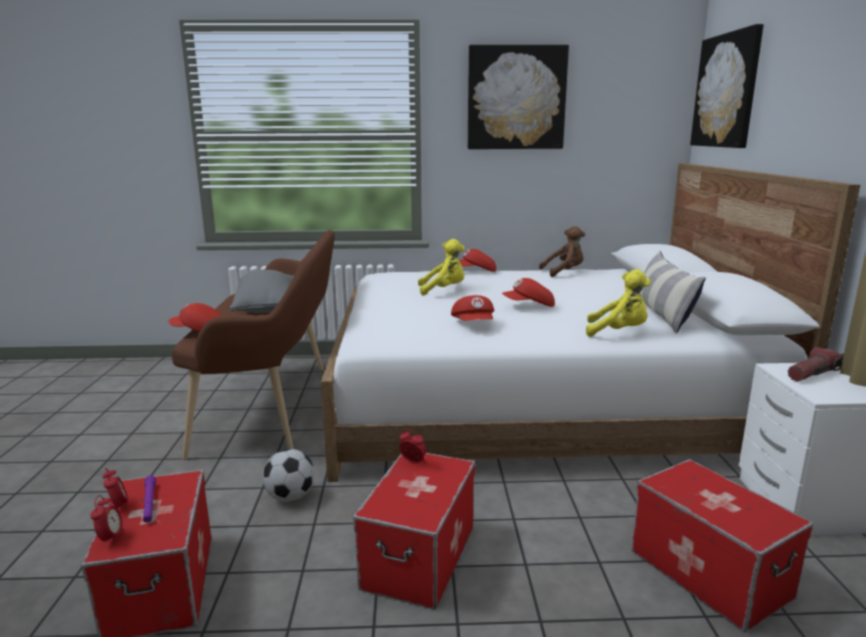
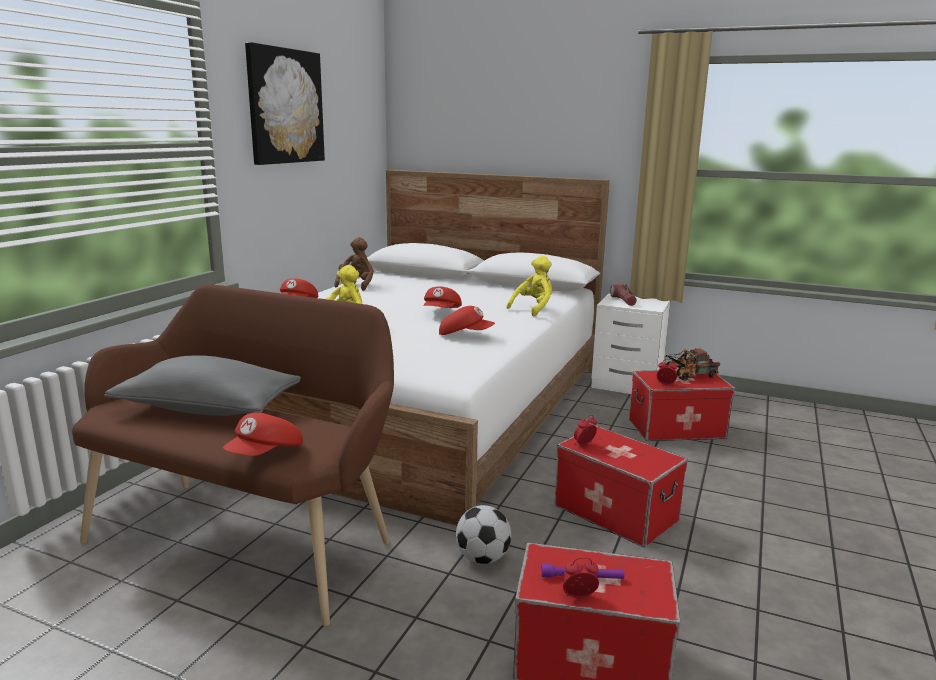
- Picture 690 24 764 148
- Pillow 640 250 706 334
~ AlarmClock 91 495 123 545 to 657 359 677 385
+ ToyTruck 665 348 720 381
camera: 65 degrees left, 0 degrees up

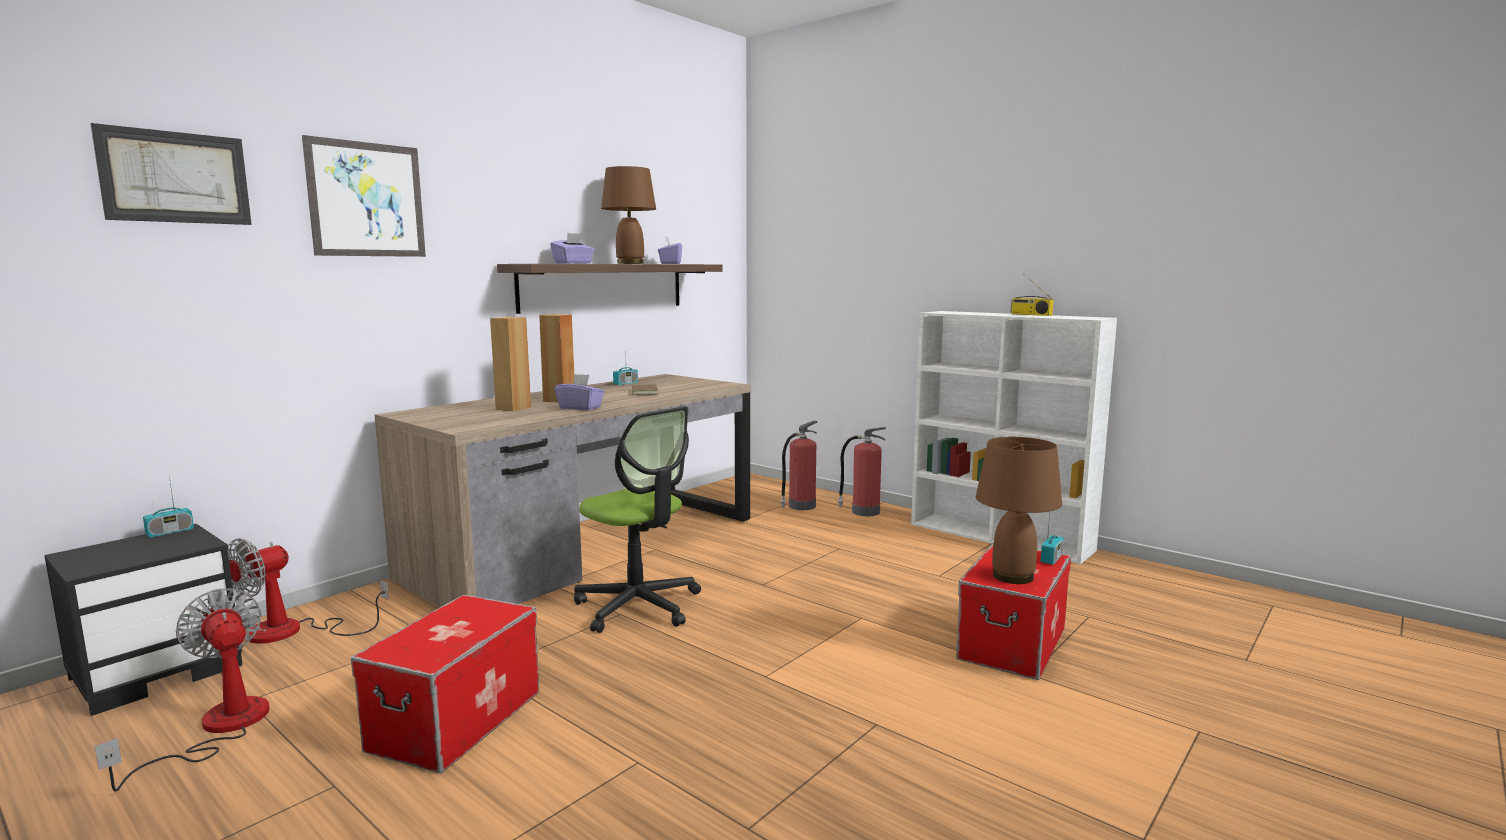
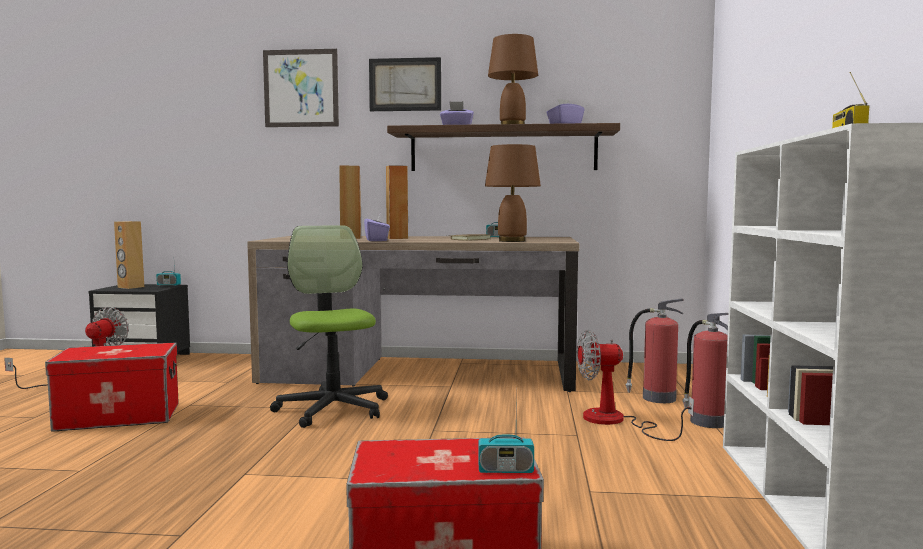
~ Picture 91 123 252 225 to 369 57 441 111
~ OfficeChair 574 406 701 633 = 270 225 388 428 150 degrees clockwise
~ BrownTableLamp 976 437 1062 584 to 485 144 541 242
~ Fan 228 538 389 644 to 577 330 694 441
+ BrownSpeaker 114 221 144 289
camera: 55 degrees right, 5 degrees down

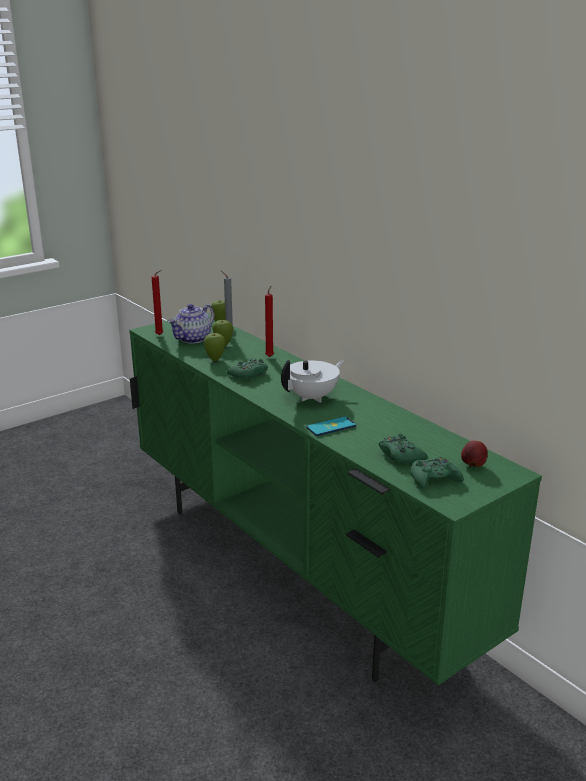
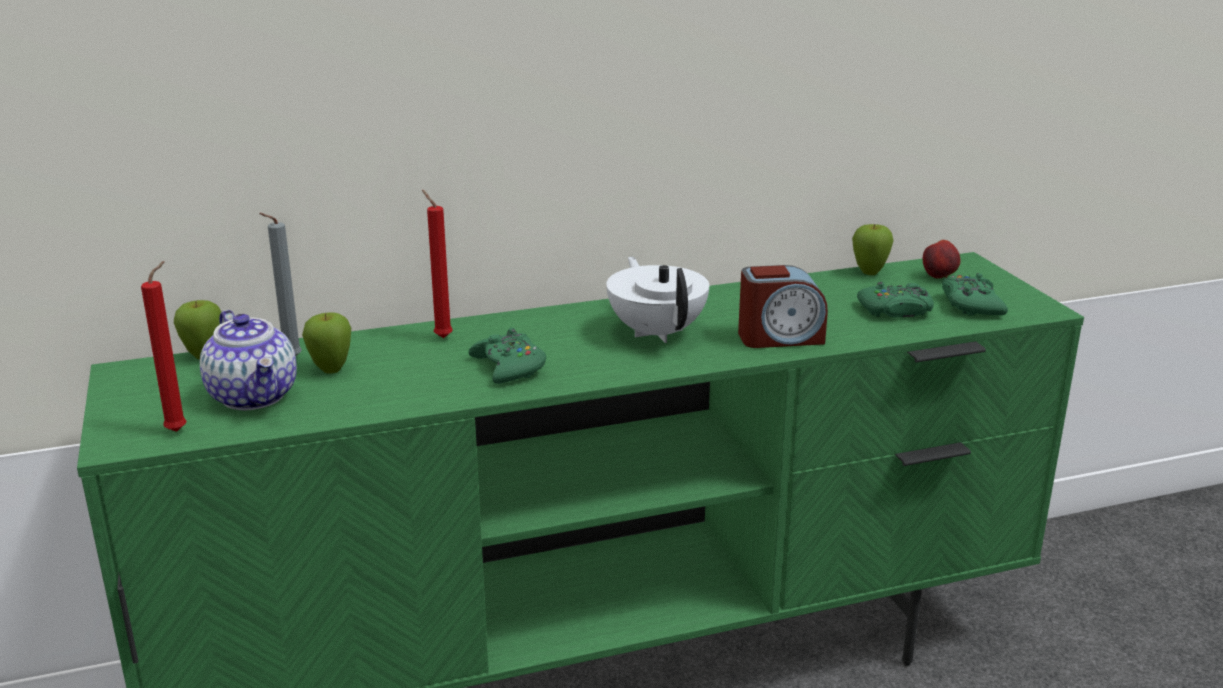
~ Apple 204 333 225 361 to 852 224 894 275
~ Phone 307 417 356 436 to AlarmClock 738 265 828 348
camera: 70 degrees left, 0 degrees up

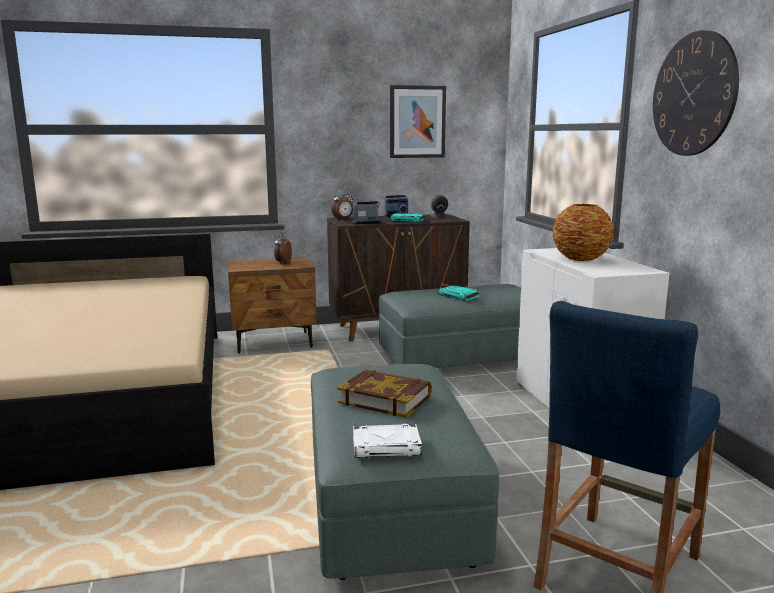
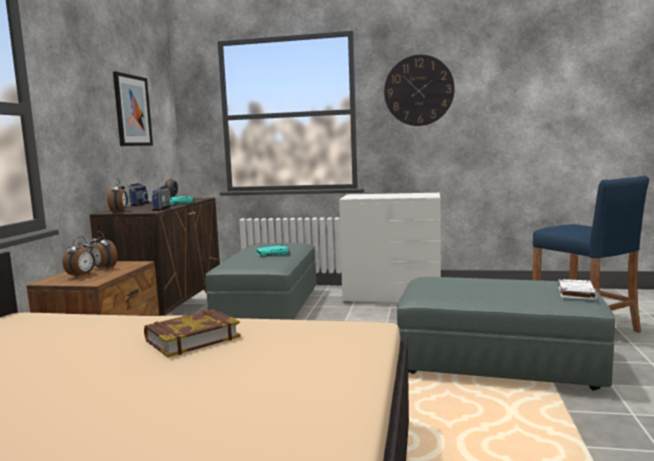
- Vase 552 204 614 261
~ Book 337 370 432 418 to 144 309 241 357
+ AlarmClock 63 237 95 278
camera: 65 degrees left, 5 degrees down

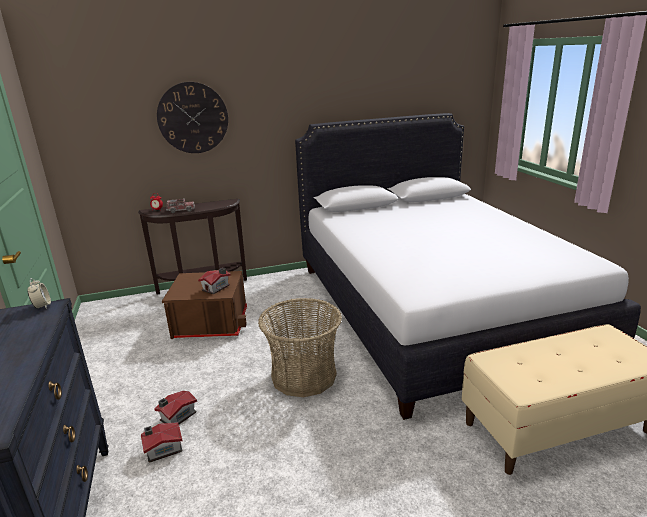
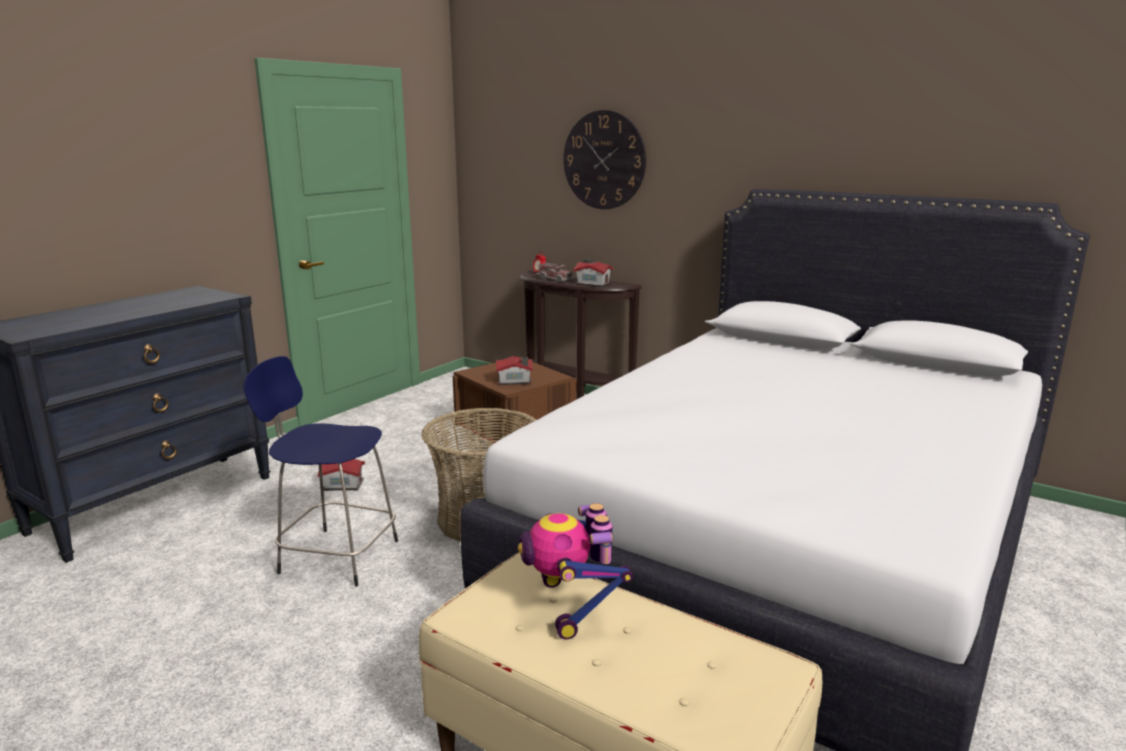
- AlarmClock 27 278 51 309
~ ToyHouse 141 422 183 463 to 573 258 614 287
+ BlueStool 244 356 398 587
+ ToyRobot 518 503 633 639
camera: 50 degrees right, 5 degrees down

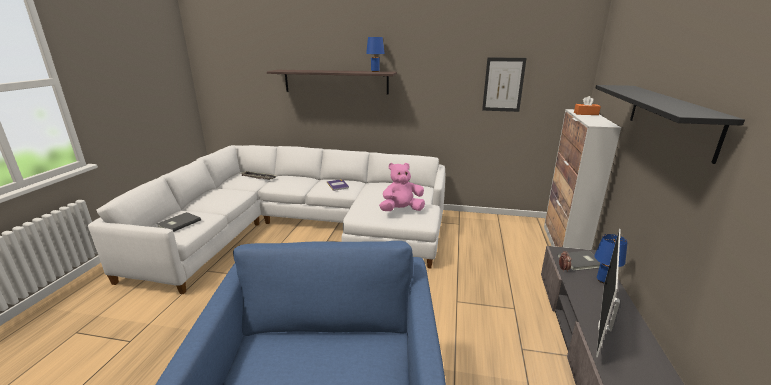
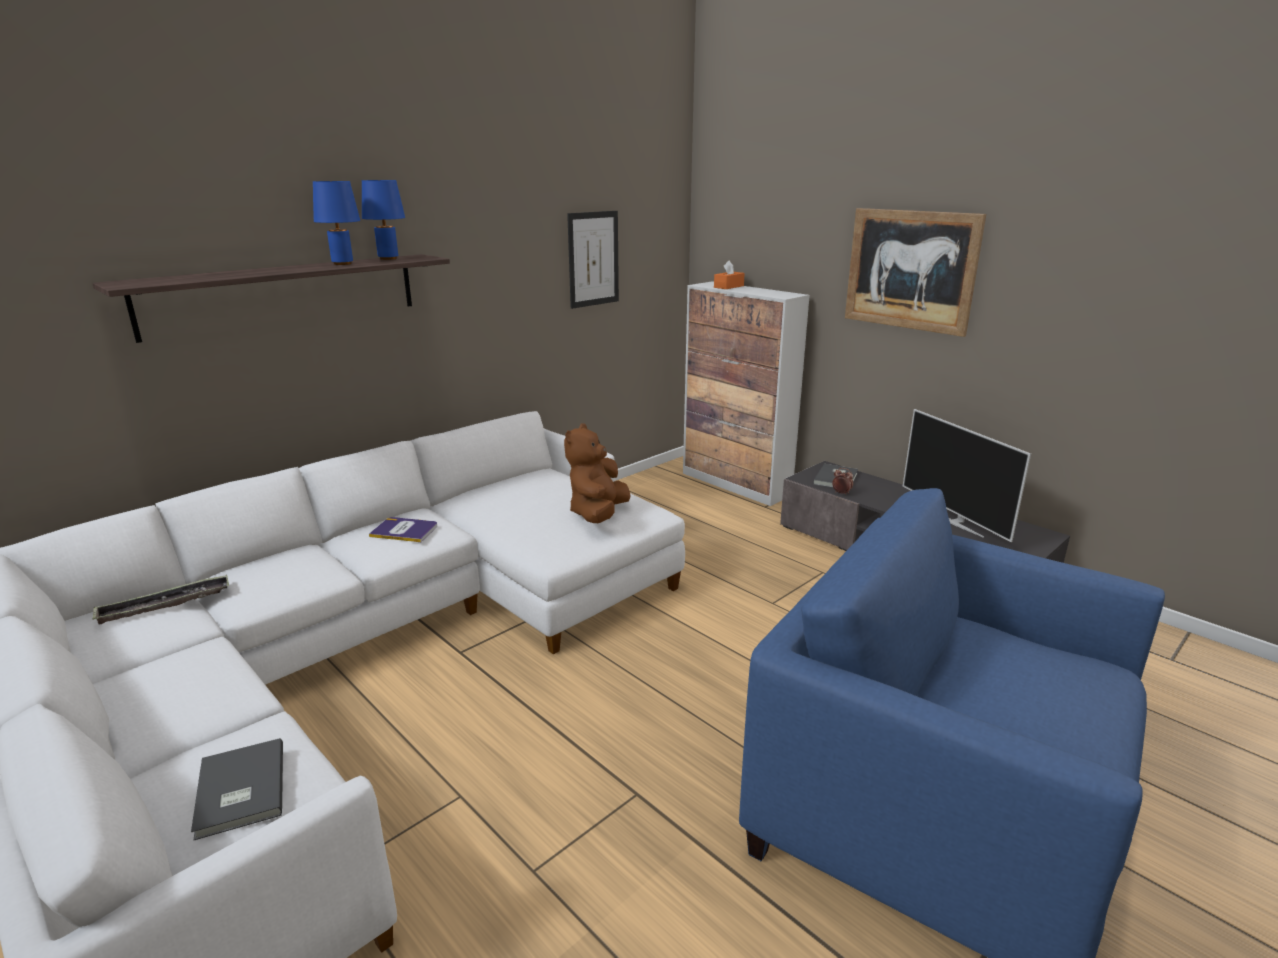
~ BlackShelf 595 85 745 164 to Picture 845 208 986 337
~ PinkPlushToy 379 163 425 211 to BrownPlushToy 564 423 631 523
~ BlueTableLamp 594 234 628 283 to 313 181 360 265
camera: 55 degrees left, 0 degrees up

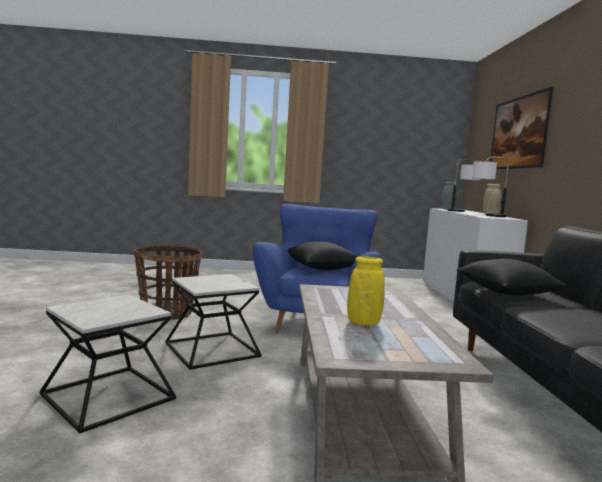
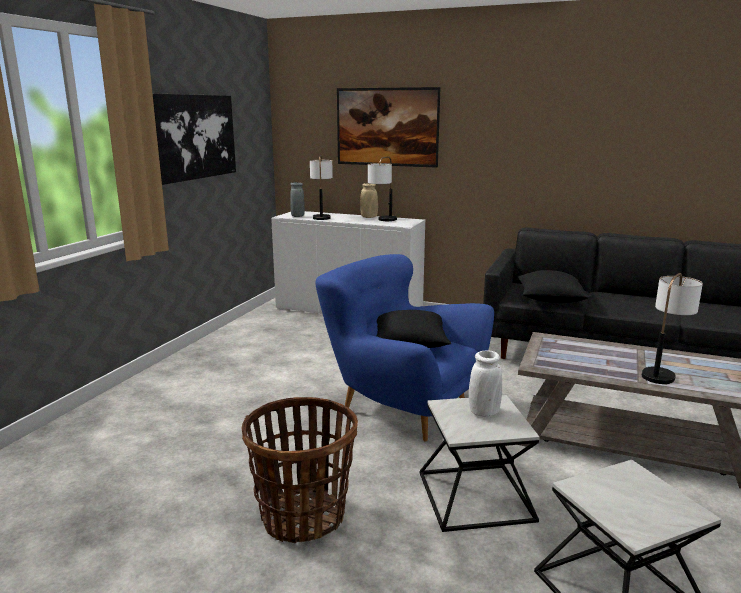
~ YellowVase 347 256 385 326 to TableLamp 642 273 703 384
+ Picture 153 93 236 185
+ WhiteVase 469 350 502 417
camera: 65 degrees left, 10 degrees up

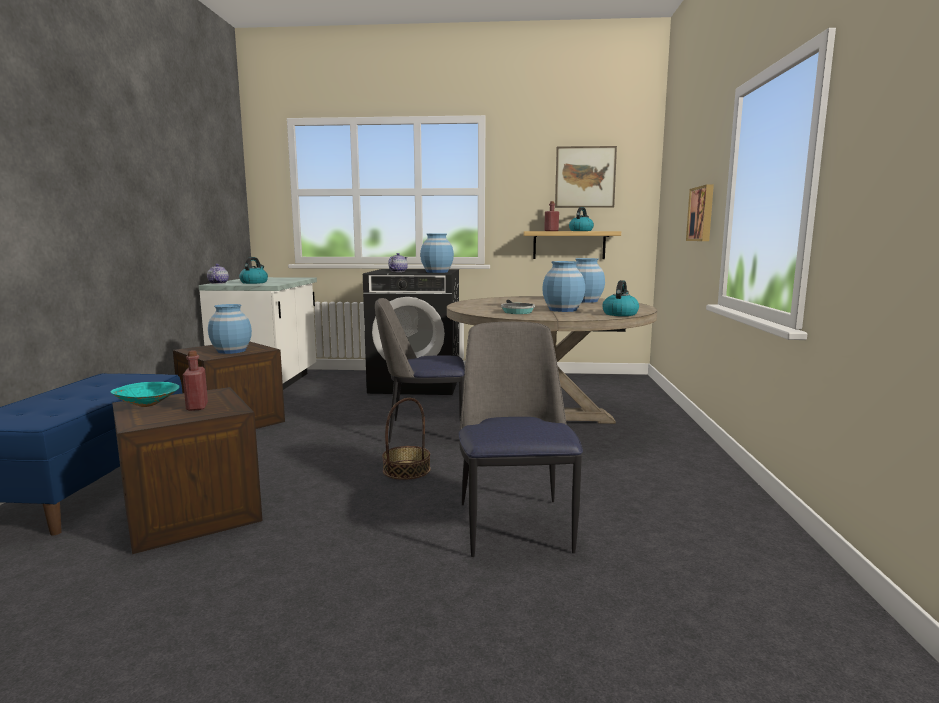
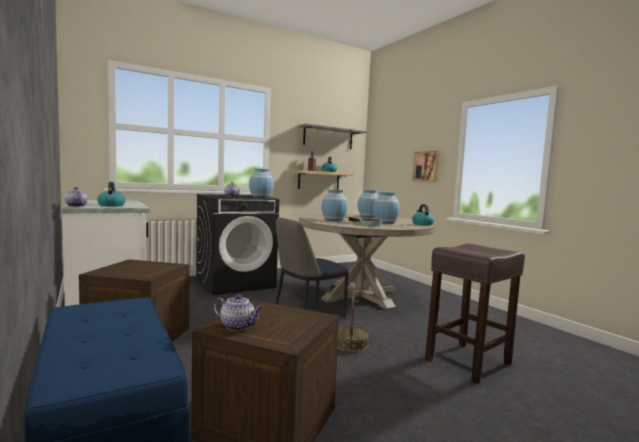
~ Picture 555 146 617 208 to GreyShelf 298 123 367 149
~ BlueVase 208 304 252 354 to 321 189 348 221
~ Chair 458 322 583 557 to BrownStool 425 244 525 383
- RedBottle 183 350 208 411
~ TurquoiseBowl 111 382 180 407 to Teapot 213 294 264 331
camera: 35 degrees left, 5 degrees down

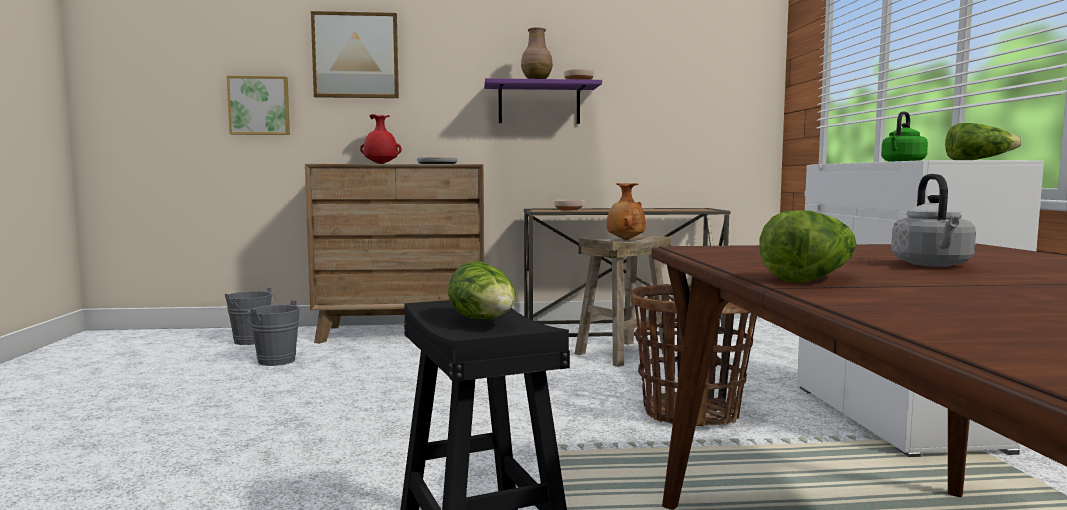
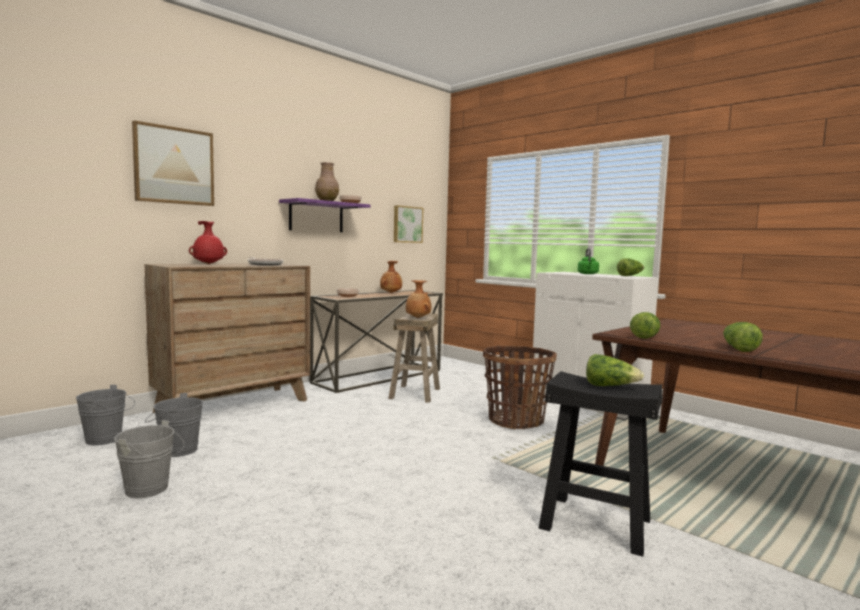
~ Picture 227 76 290 135 to 394 205 423 243
- GreyKettle 891 174 976 267
+ BrownVase 380 261 402 293
+ Lettuce 630 312 660 339
+ GreyBucket 114 420 184 498
camera: 40 degrees left, 0 degrees up

